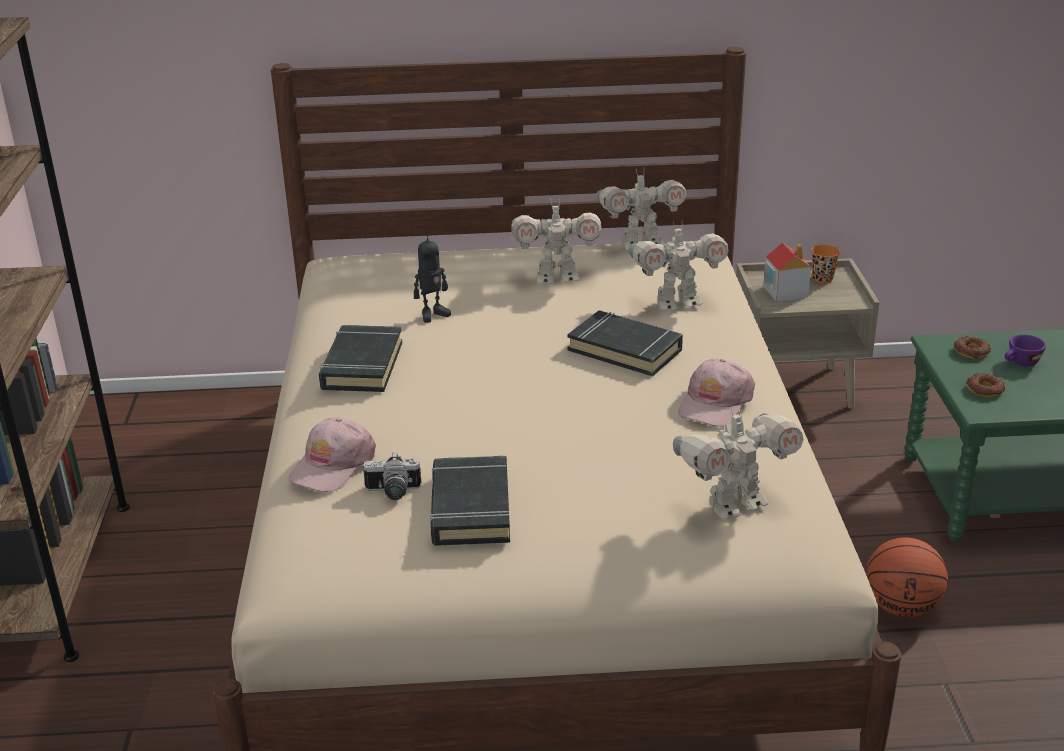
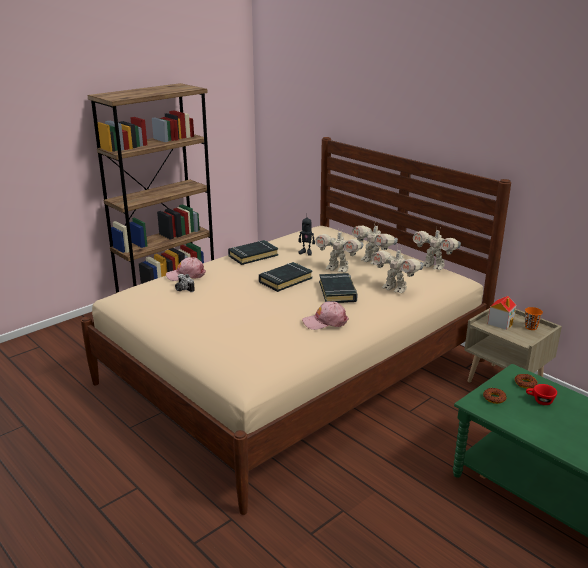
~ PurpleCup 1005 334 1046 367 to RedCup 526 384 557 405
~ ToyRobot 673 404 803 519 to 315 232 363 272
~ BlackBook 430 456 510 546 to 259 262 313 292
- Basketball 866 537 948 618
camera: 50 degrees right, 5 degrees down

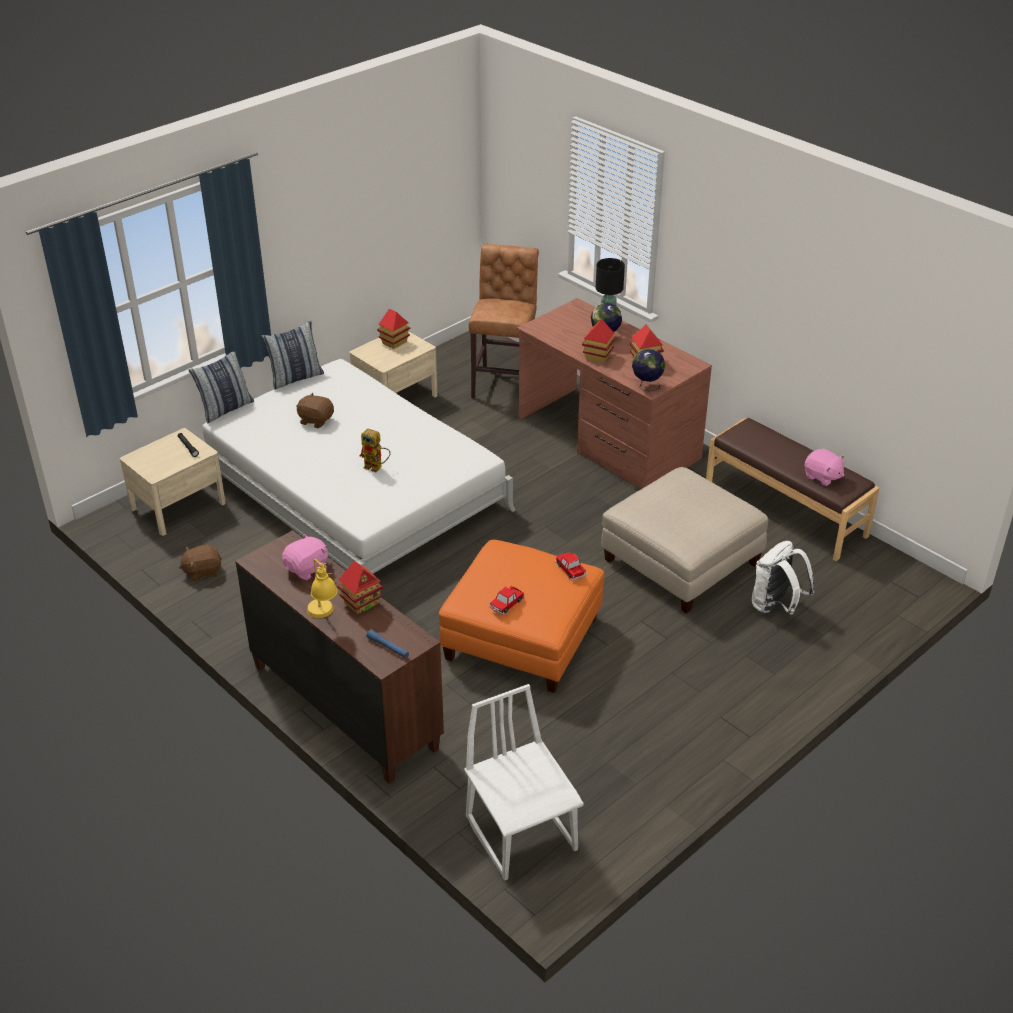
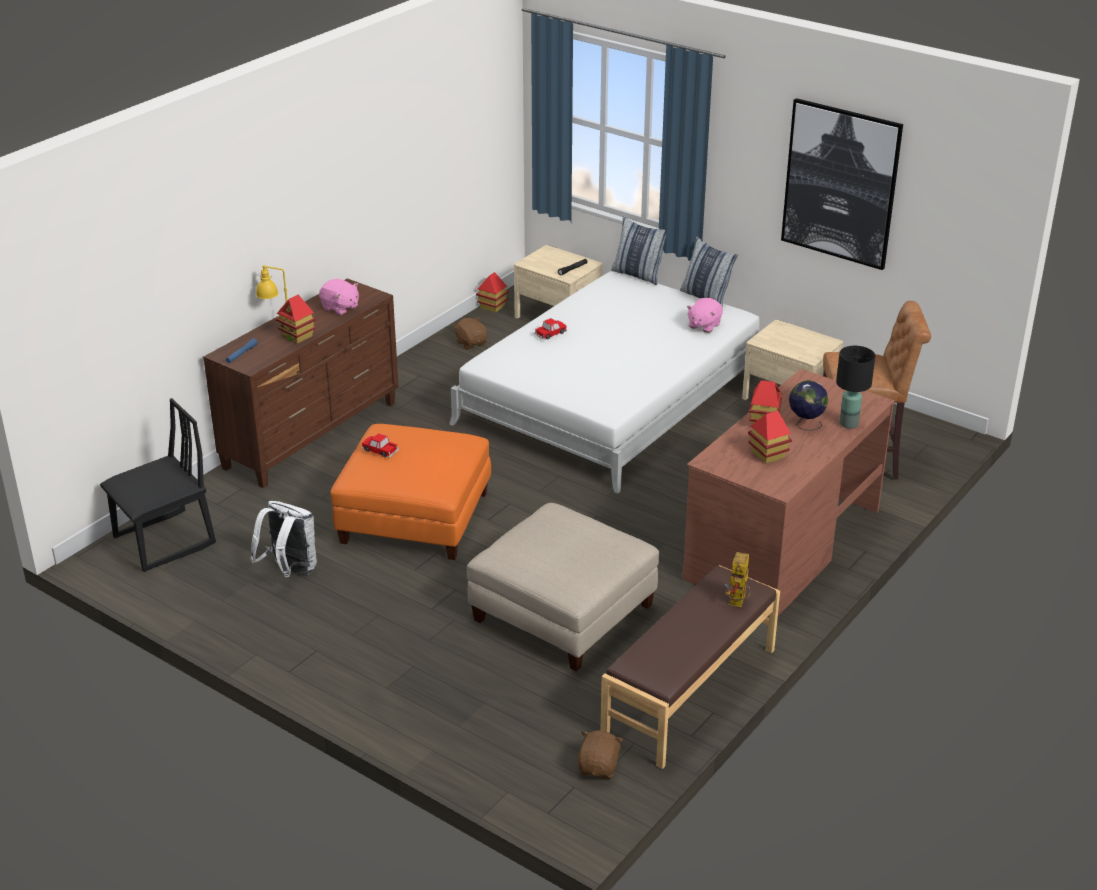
~ ToyHouse 377 309 410 349 to 476 272 509 313
- Globe 632 349 665 391
~ BrownPlushToy 296 392 334 428 to 577 730 623 779
~ ToyRobot 359 428 391 472 to 725 552 751 607
~ PinkPlushToy 805 448 845 486 to 687 298 723 333
~ WhiteBackpack 752 541 814 615 to 251 501 317 577
~ ToyCar 555 552 587 581 to 534 318 567 340
~ WhiteChair 464 684 584 881 to BlackChair 100 398 216 572
+ Picture 781 98 903 270
camera: 80 degrees right, 5 degrees down

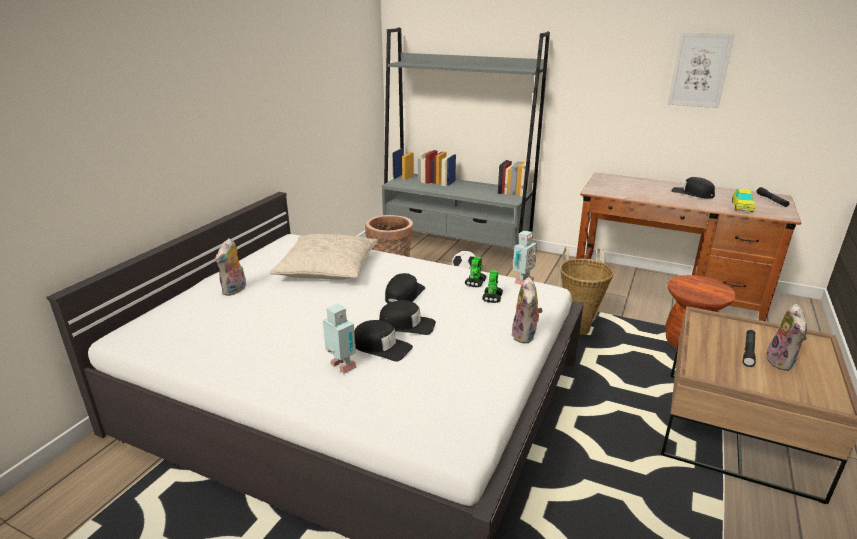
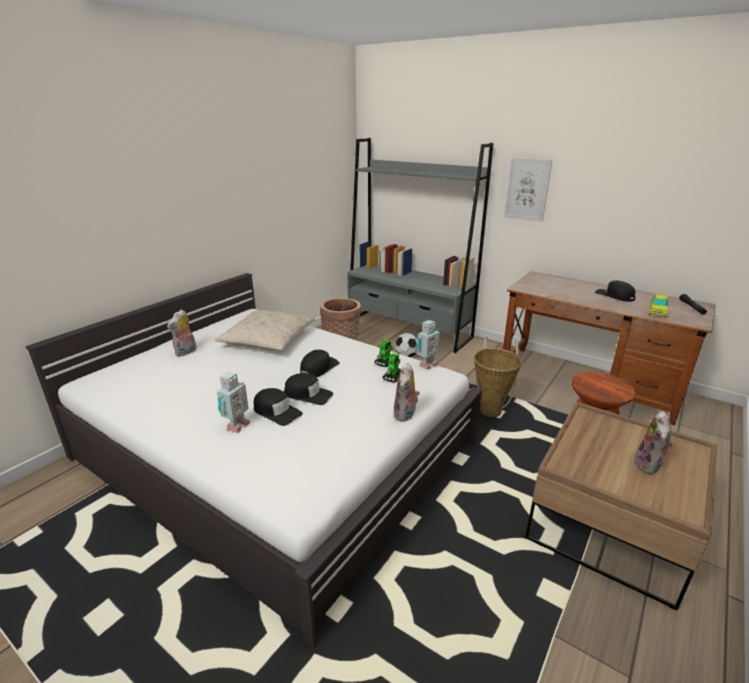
~ Picture 667 32 735 108 to 504 158 552 221
~ ToyRobot 323 304 357 373 = 217 372 250 433 60 degrees clockwise
- BlackFlashlight 743 330 756 367
camera: 10 degrees right, 0 degrees up

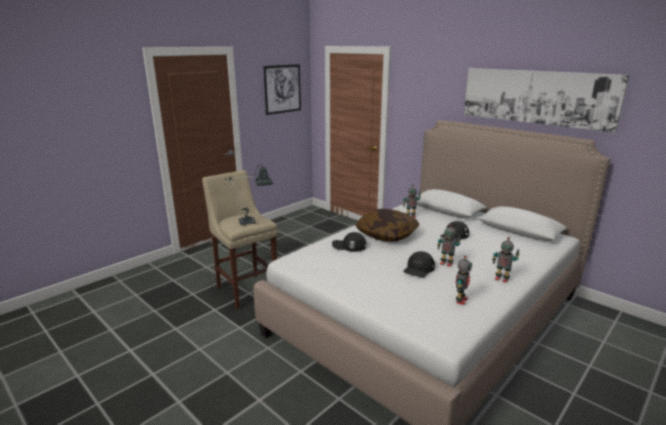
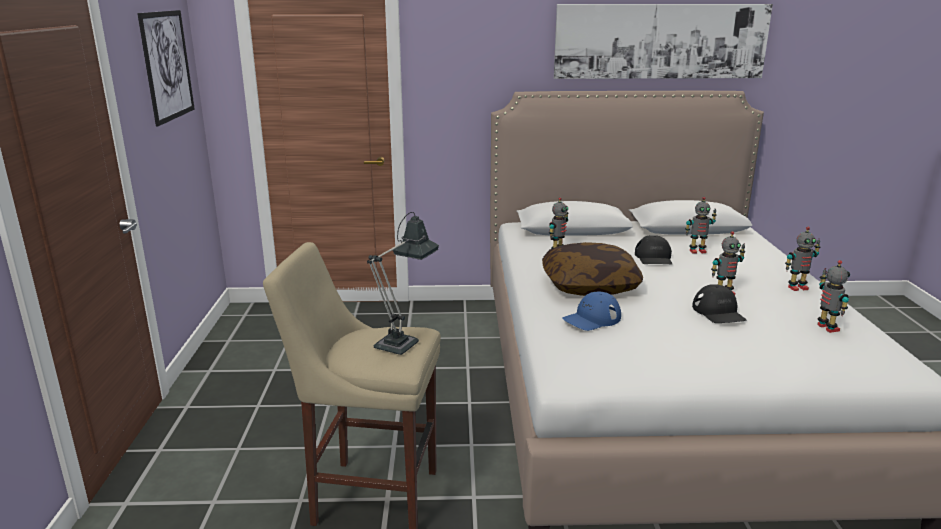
~ BlackCap 332 232 367 252 to BlueCap 562 291 621 331
+ ToyRobot 685 197 717 253
camera: 45 degrees left, 0 degrees up

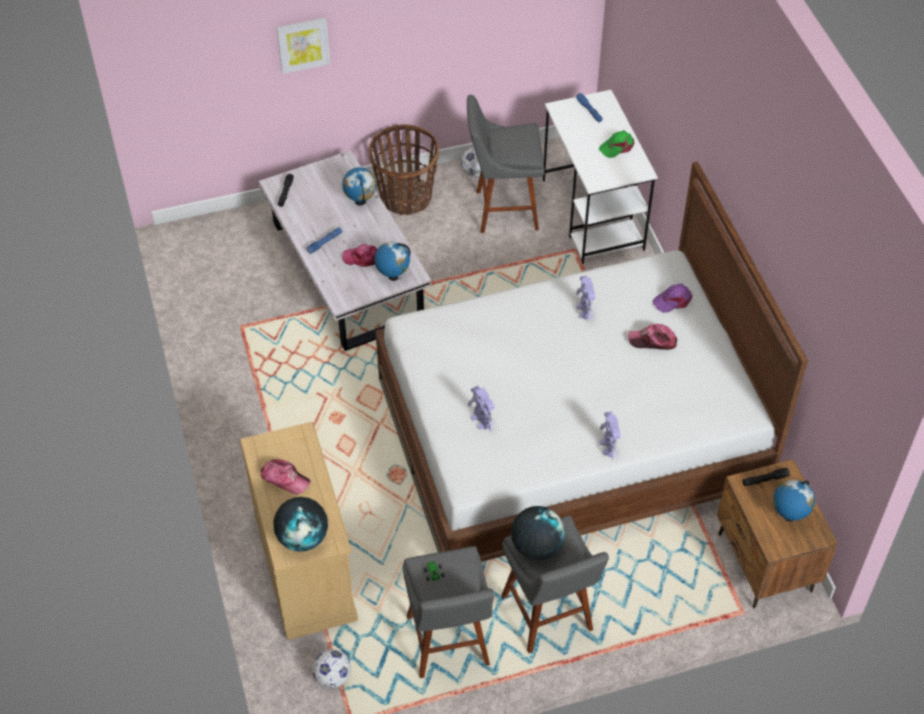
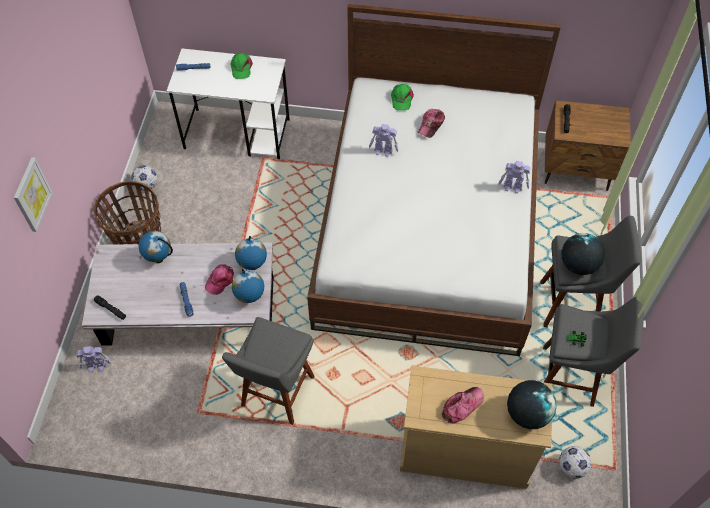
~ GreyStool 467 95 545 233 to 222 317 315 425
~ PurpleCap 653 283 692 313 to GreenCap 391 84 414 110
~ ToyRobot 468 386 495 432 to 77 346 111 372
~ Globe 773 480 815 522 to 232 269 264 303
camera: 65 degrees left, 5 degrees up

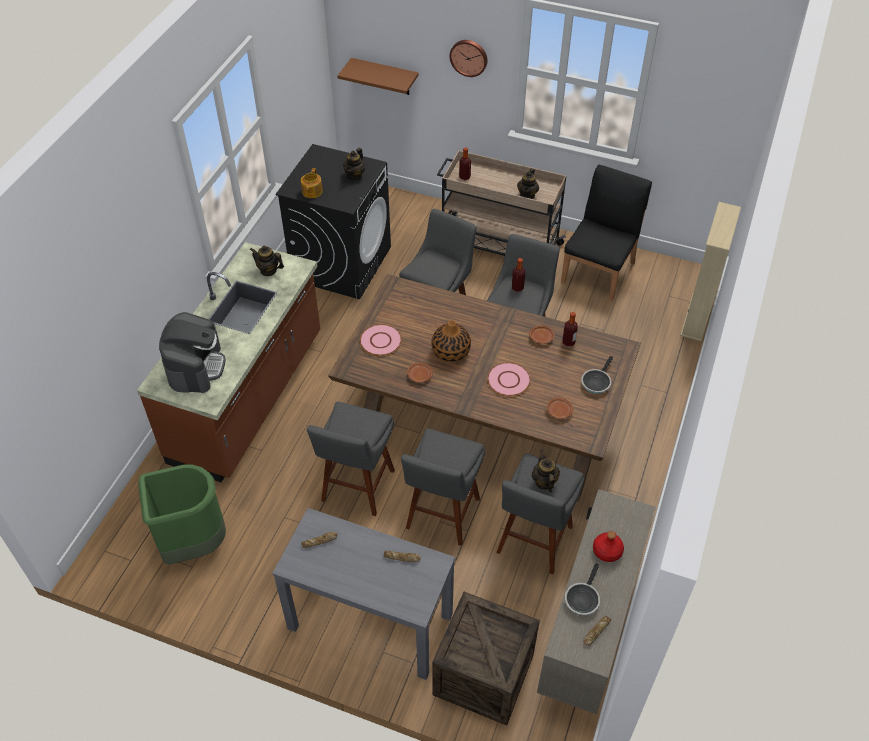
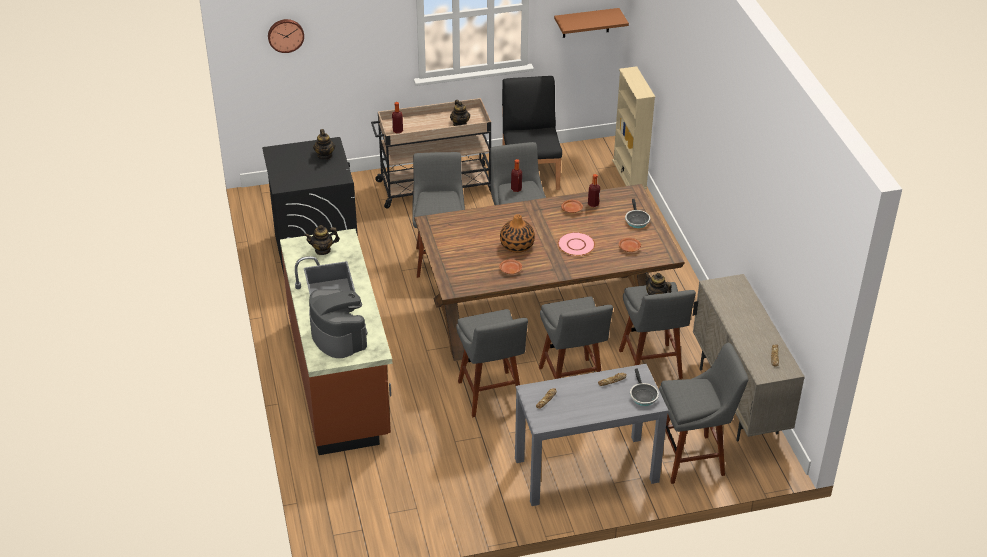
~ WallClock 449 40 487 77 to 268 19 304 53
~ BrownShelf 337 58 419 95 to 554 8 629 38
- Teapot 301 168 323 198
- PinkPlate 360 324 402 356
- GreenTrashCan 138 464 226 565
- RedBottle 593 531 624 562
~ FryingPan 565 563 600 616 to 630 369 659 406
~ Crate 432 592 540 725 to GreyStool 659 343 748 484
camera: 35 degrees left, 10 degrees down

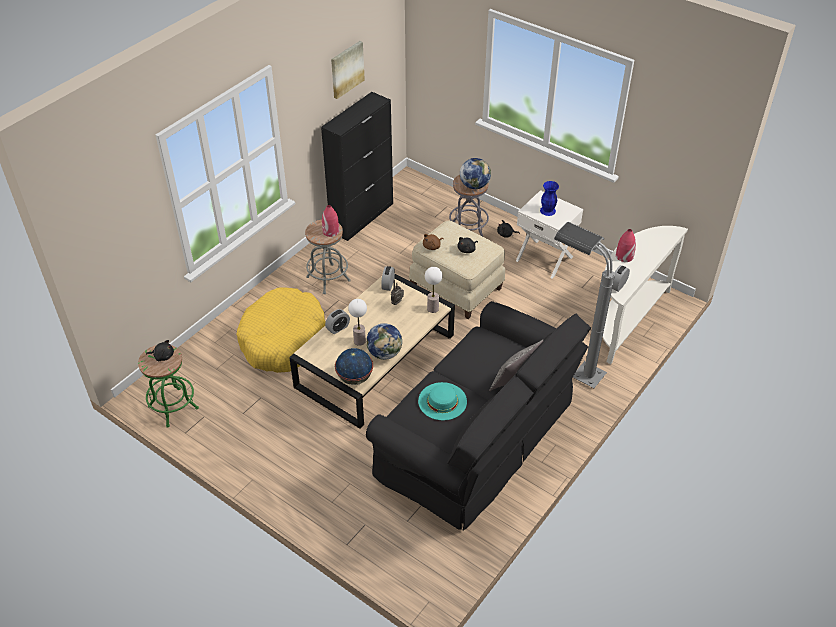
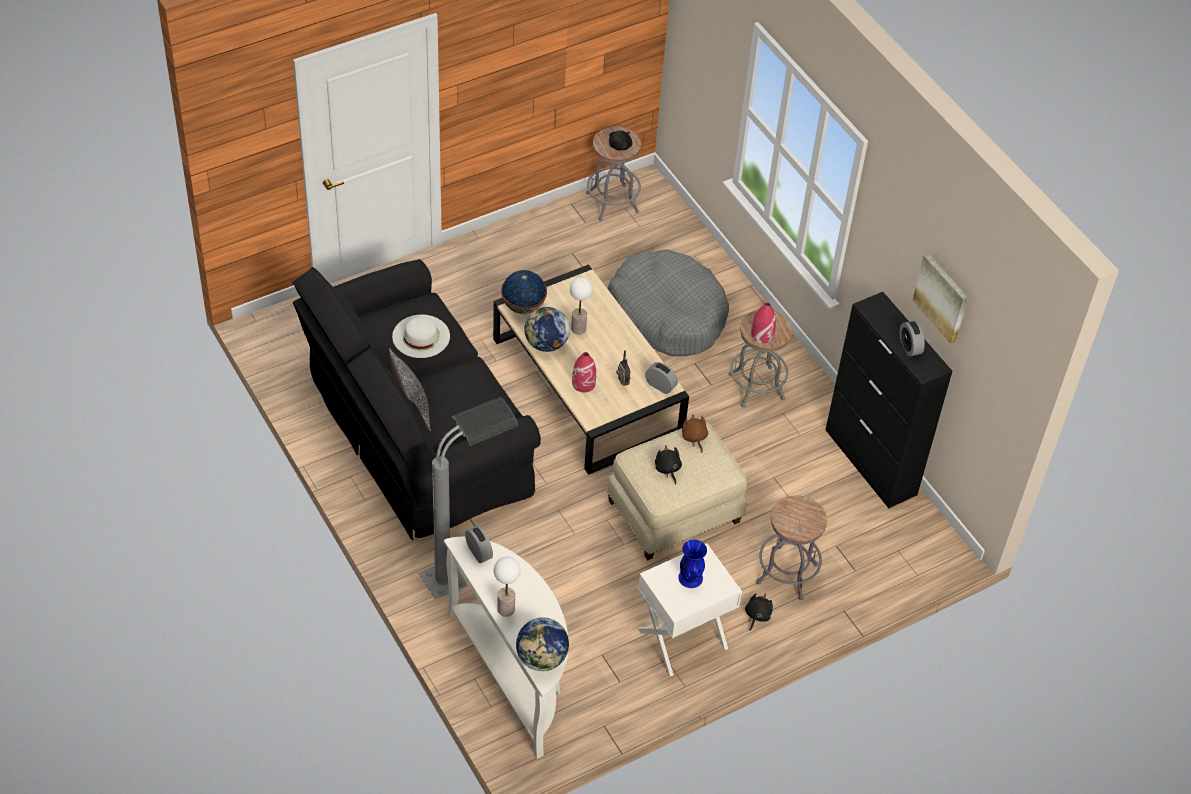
~ Globe 460 158 491 189 to 516 617 569 671
~ RedVase 616 229 636 262 to 572 352 596 392
~ TableLamp 425 267 443 313 to 494 557 520 617
~ YellowDogBed 236 287 326 373 to GreyDogBed 608 249 729 356
~ AlarmClock 325 309 350 334 to 900 321 925 356
~ GreenStool 138 345 199 428 to GreyStool 586 126 641 221
~ TurquoiseHat 418 382 467 420 to WhiteHat 392 314 450 358
camera: 110 degrees right, 5 degrees up

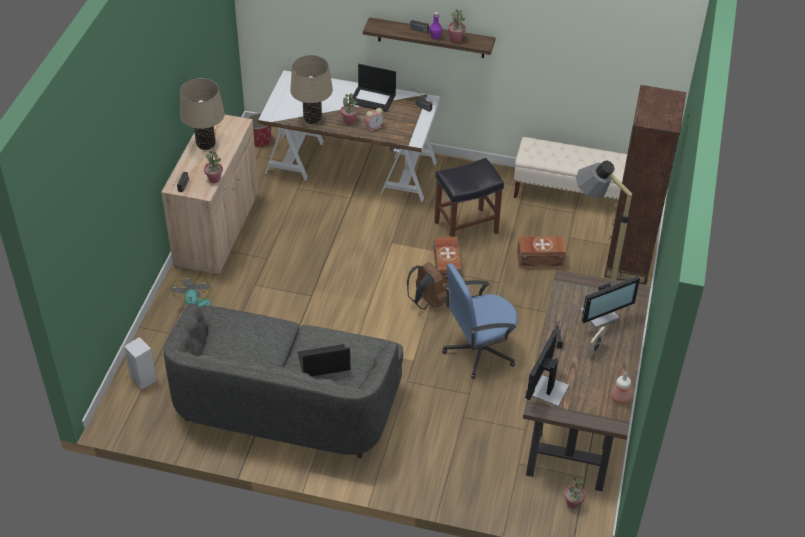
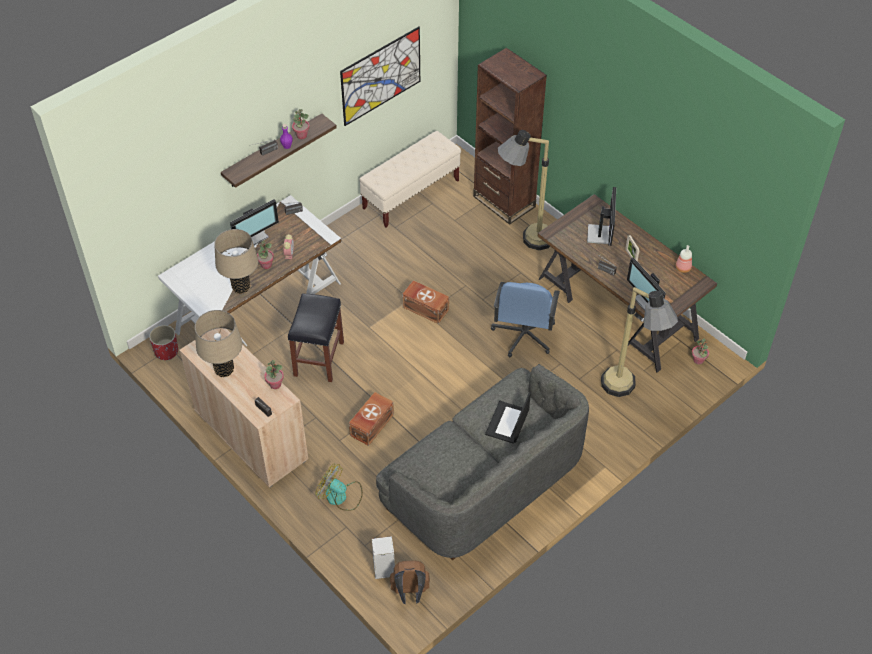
~ Laptop 350 64 396 112 to Monitor 230 199 279 245
~ BlackStool 434 158 504 237 to 288 293 344 382
~ BrownStorageBox 517 236 566 268 to 349 392 394 446
~ BrownBackpack 407 262 447 309 to 390 560 430 604
+ Picture 340 27 420 126
+ FloorLamp 601 287 678 397
camera: 55 degrees left, 5 degrees up

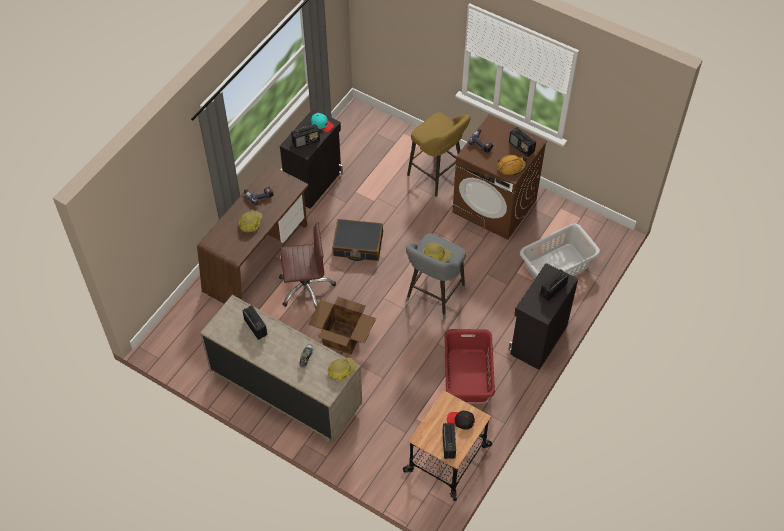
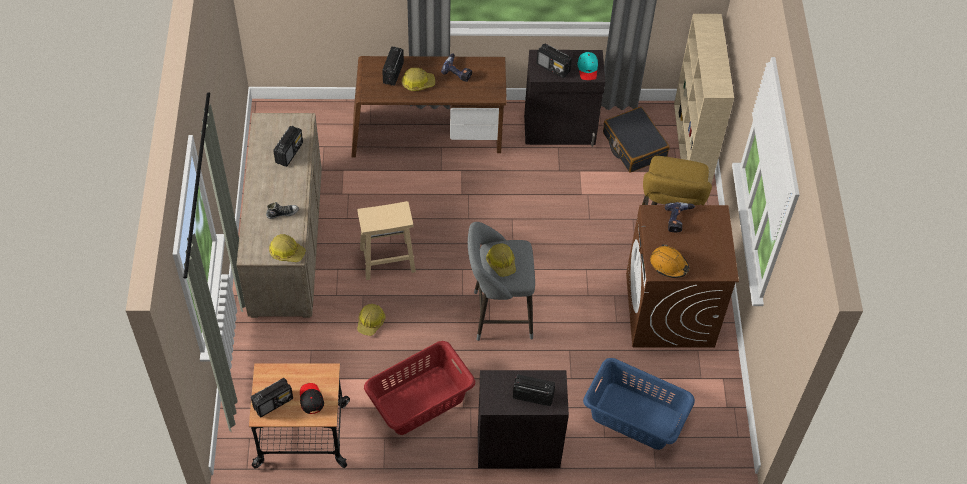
~ Radio 509 127 536 157 to 382 46 404 86
~ BlackSuitcase 332 219 383 261 to 603 107 670 173
- BrownOfficeChair 279 222 336 309
~ GreyLaundryBasket 520 224 600 279 to BlueLaundryBasket 583 358 695 450
~ CardboardBox 308 297 376 354 to BeigeStool 357 201 416 280
+ BeigeBookcase 674 14 734 184
+ HardHat 357 304 386 336
camera: 55 degrees right, 0 degrees up

